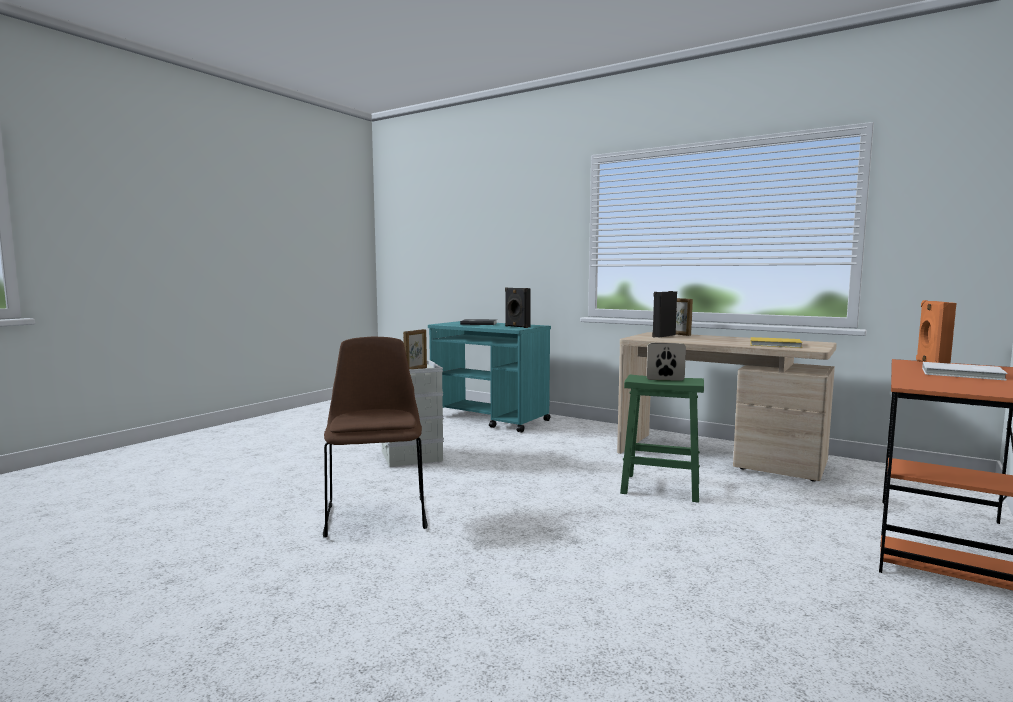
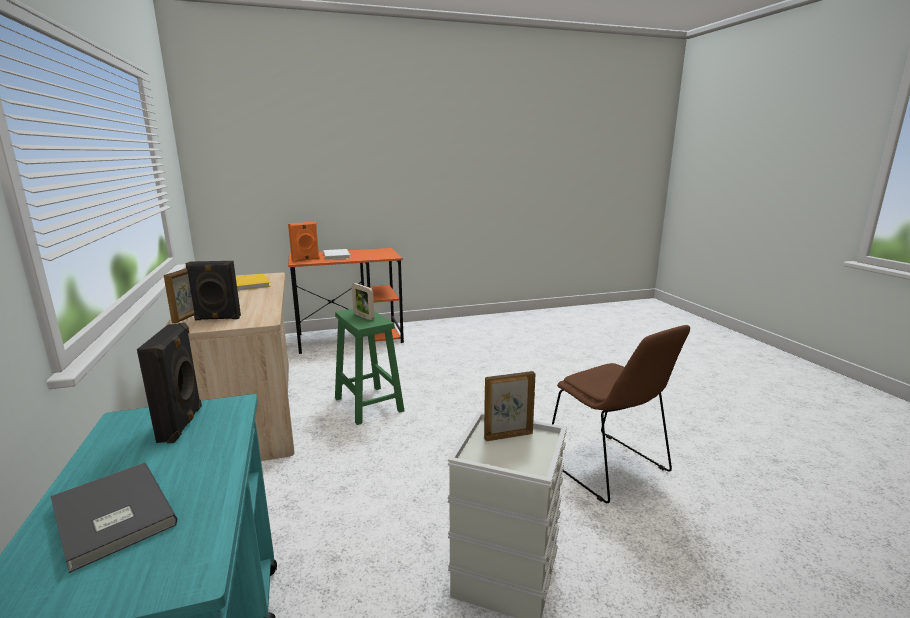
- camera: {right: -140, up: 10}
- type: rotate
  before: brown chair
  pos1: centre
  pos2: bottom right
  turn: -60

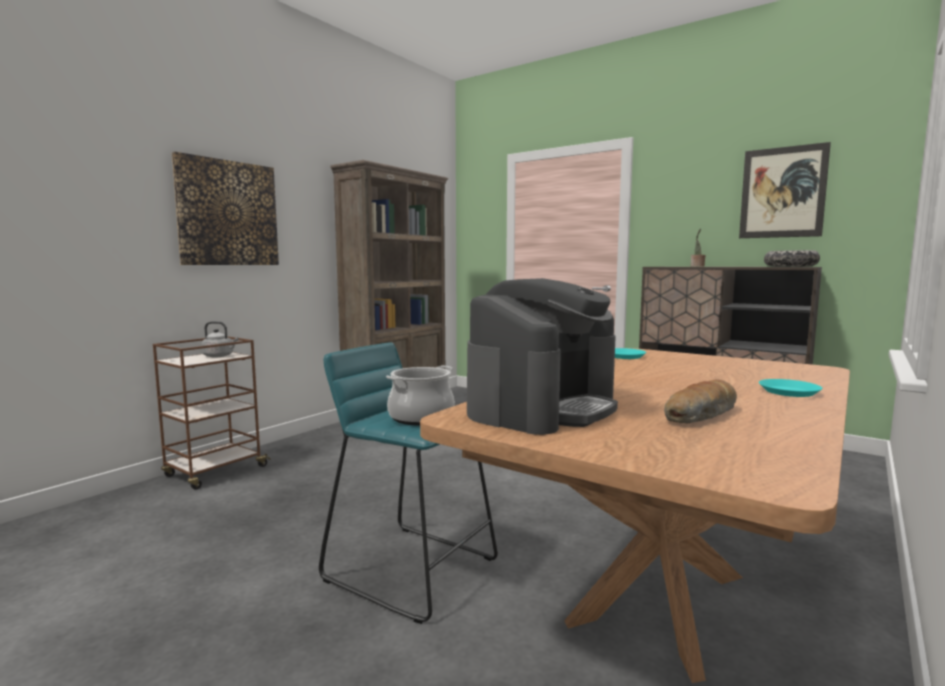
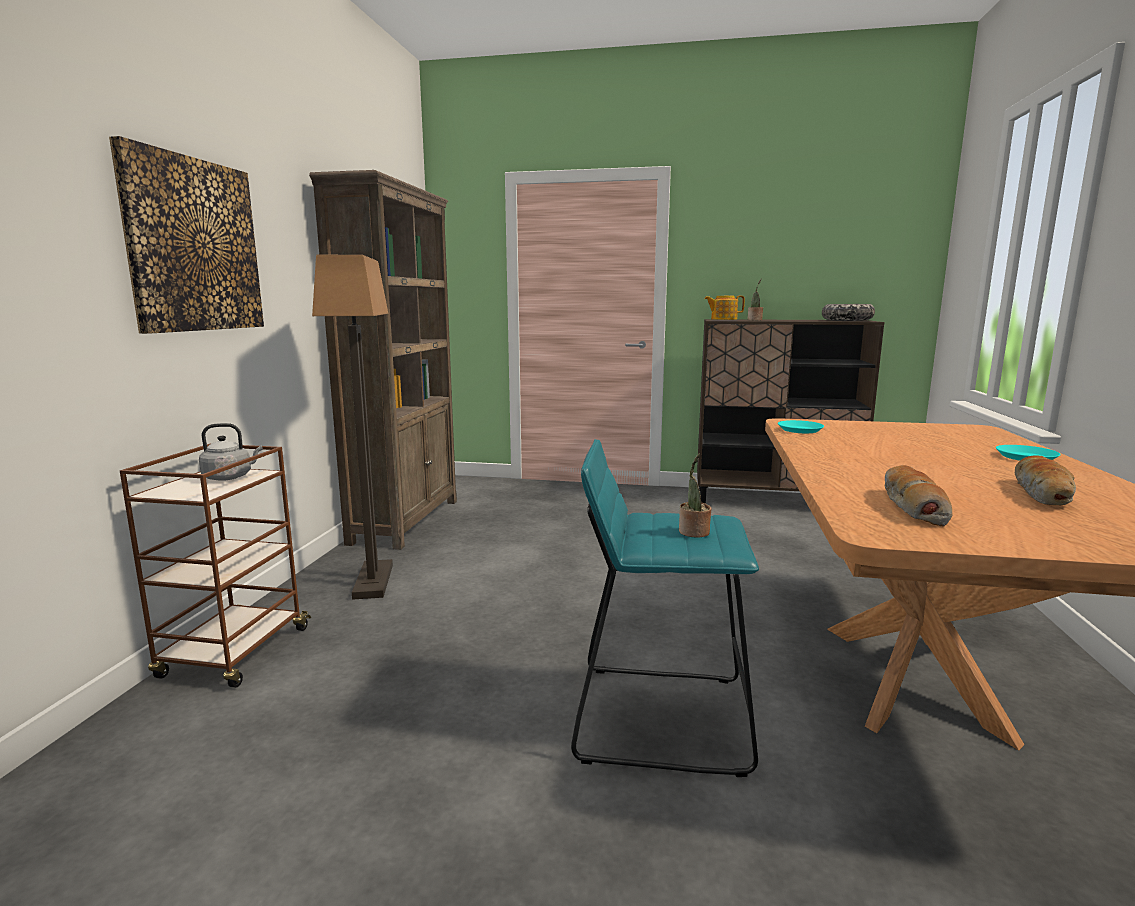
- camera: {right: -25, up: 5}
- type: insert
  after: floor lamp
  pos2: middle left
- type: replace
  before: cooking pot
  after: potted plant (1st from left)
  pos1: centre
  pos2: centre
- type: insert
  after: teapot
  pos2: centre
- type: replace
  before: coffee machine
  after: bread (1st from left)
  pos1: centre
  pos2: middle right
- type: delete
  before: picture (2nd from left)
  pos1: top right

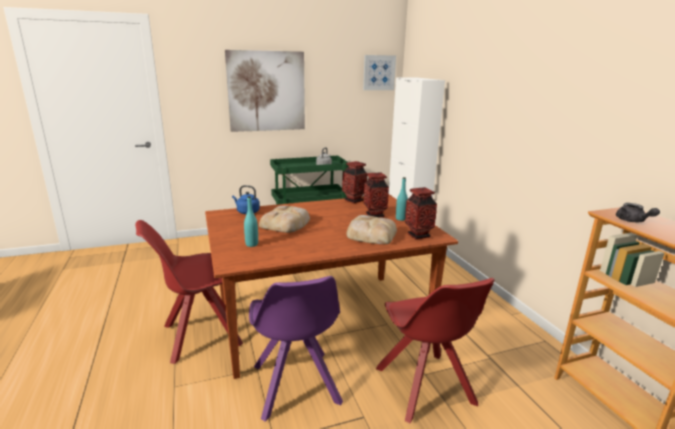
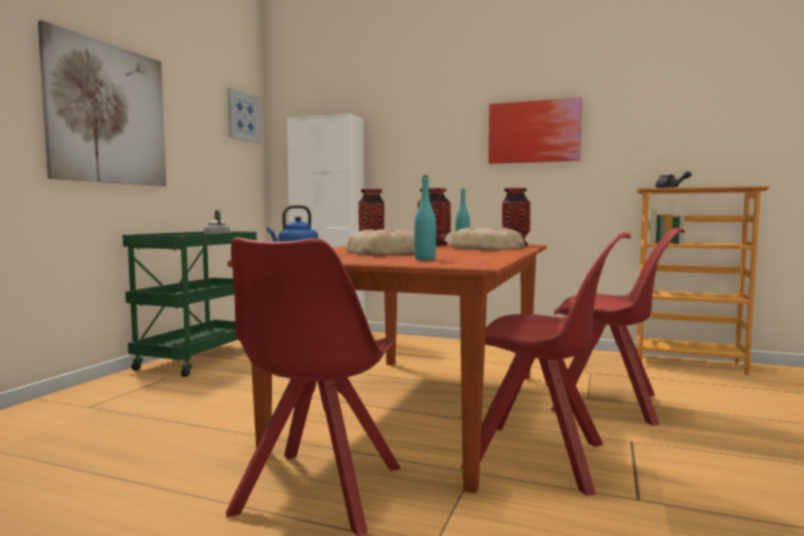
- camera: {right: -50, up: -15}
- type: recolor
  before: purple chair
  after: red chair (2nd from left)
  pos1: bottom centre
  pos2: bottom right
- type: insert
  after: picture (3rd from left)
  pos2: top centre

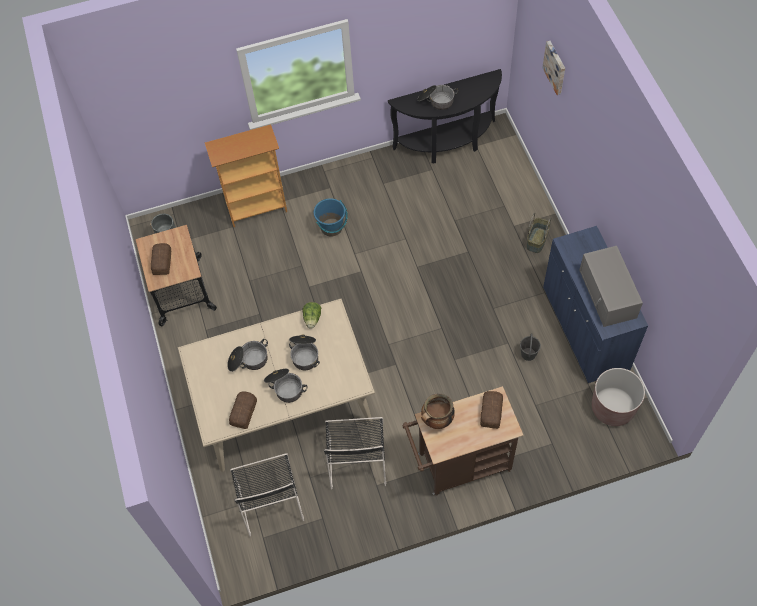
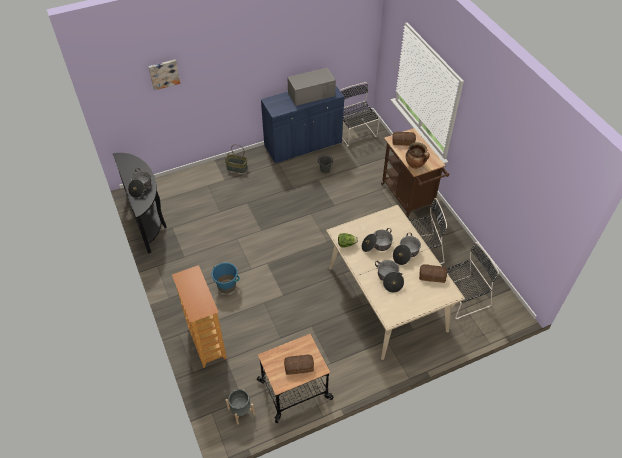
- camera: {right: -100, up: -10}
- type: replace
  before: brown planter
  after: black chair (1st from left)
  pos1: middle right
  pos2: top centre

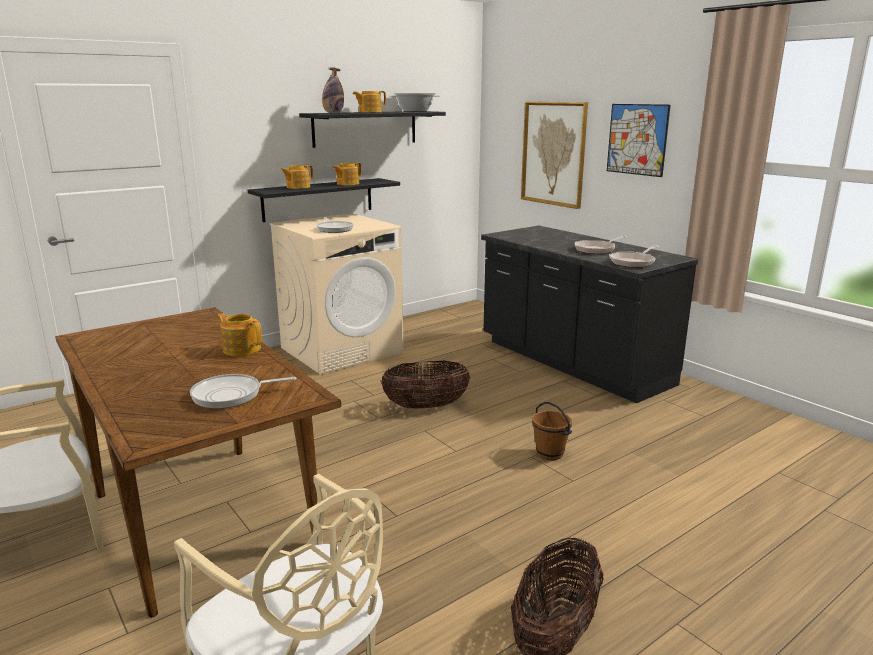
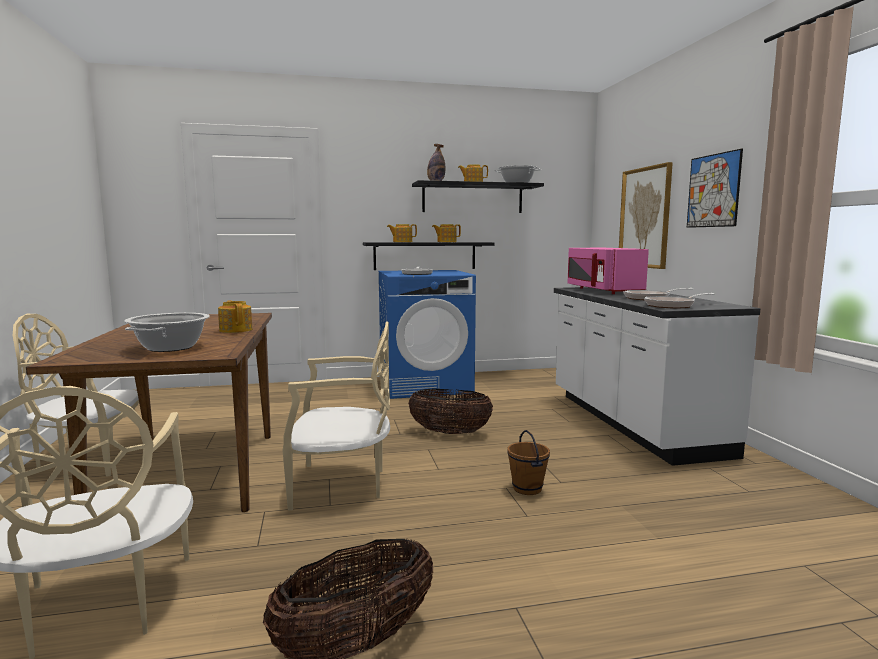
- camera: {right: 25, up: -10}
- type: replace
  before: frying pan (1st from left)
  after: cooking pot (1st from left)
  pos1: middle left
  pos2: middle left
- type: insert
  after: beige chair (3rd from left)
  pos2: centre
- type: recolor
  before: beige washing machine
  after: blue washing machine
  pos1: centre
  pos2: centre
- type: recolor
  before: black counter
  after: white counter
  pos1: middle right
  pos2: middle right
- type: insert
  after: pink microwave
  pos2: middle right

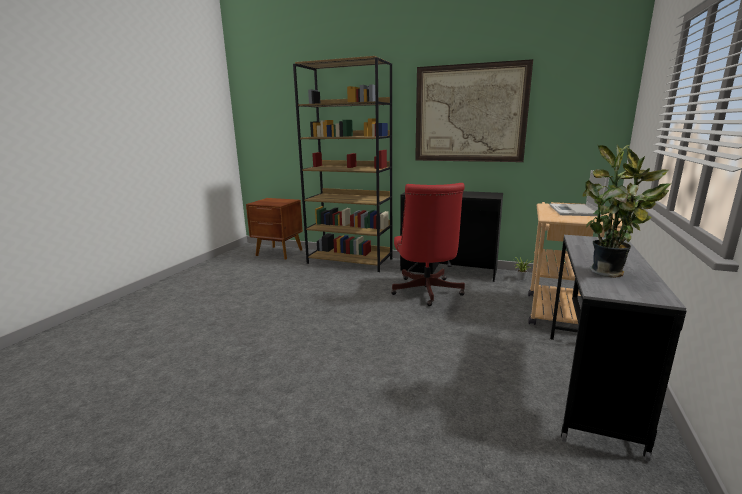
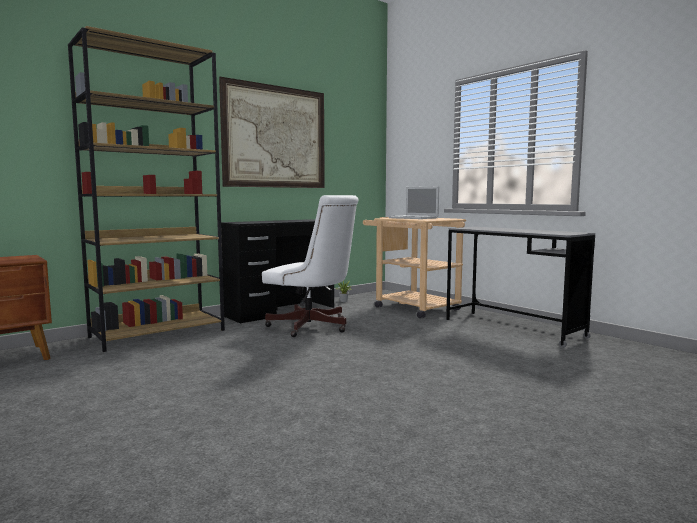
- camera: {right: -60, up: -10}
- type: recolor
  before: red office chair
  after: white office chair
  pos1: centre
  pos2: centre
- type: delete
  before: potted plant (2nd from left)
  pos1: middle right

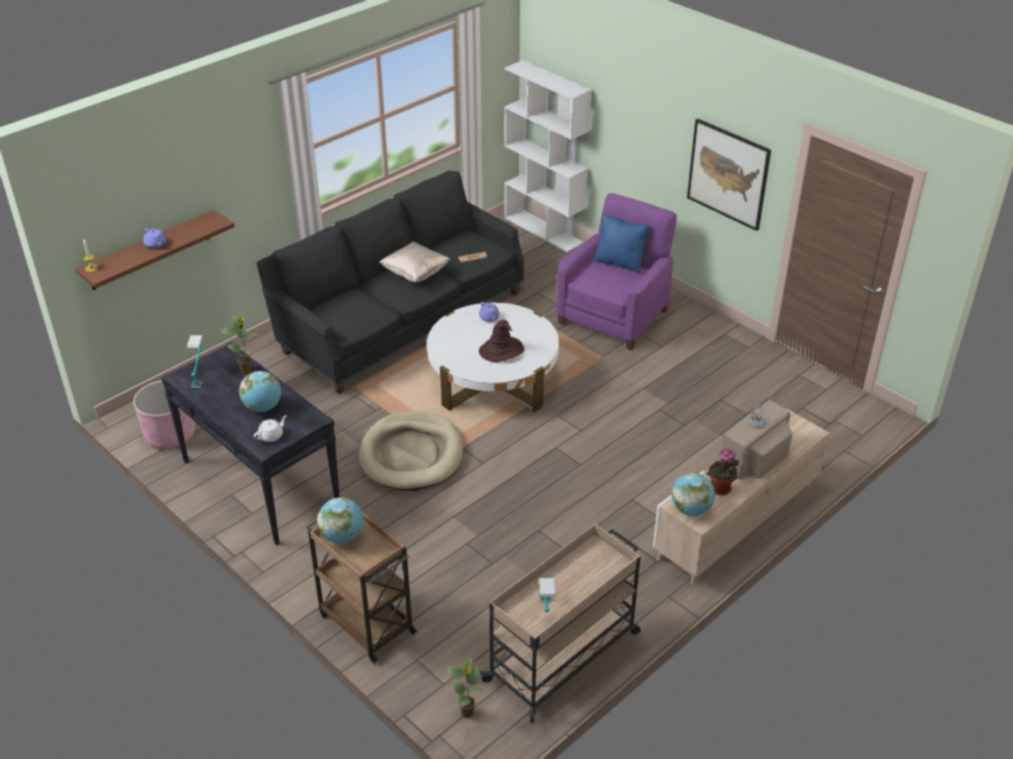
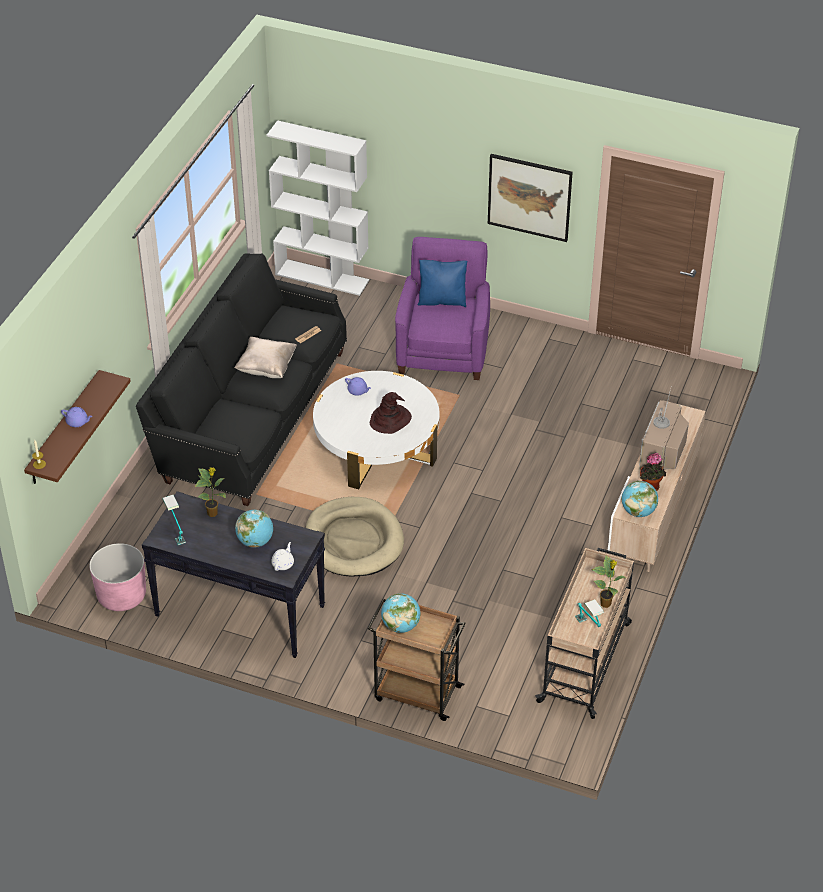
- camera: {right: -25, up: 5}
- type: move
  before: potted plant (2nd from left)
  pos1: bottom centre
  pos2: middle right

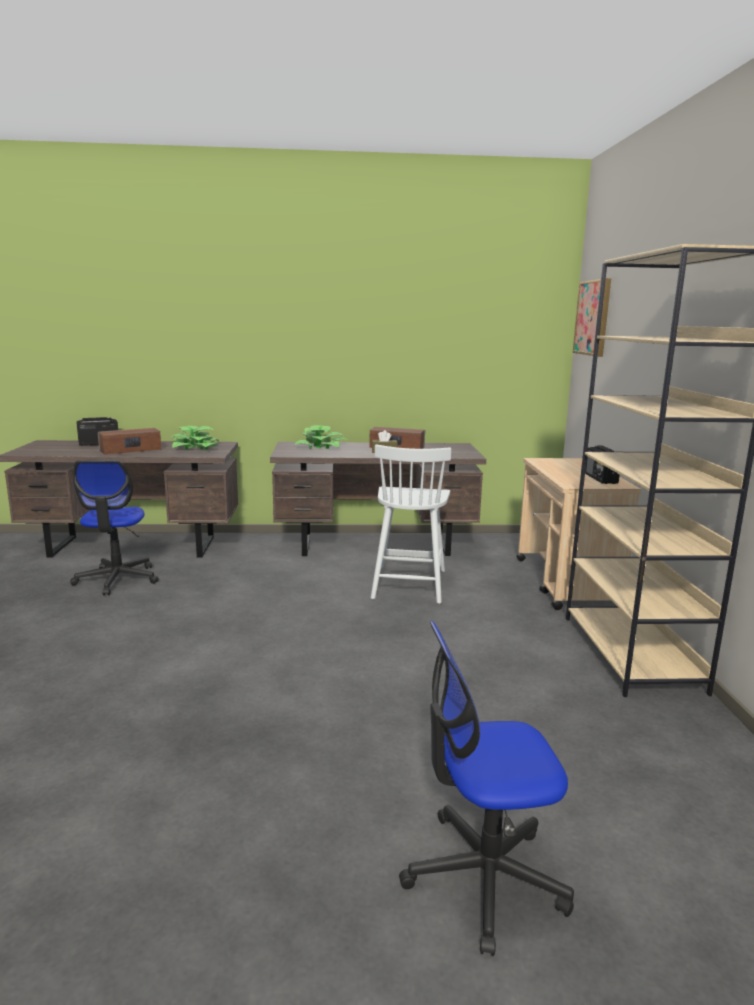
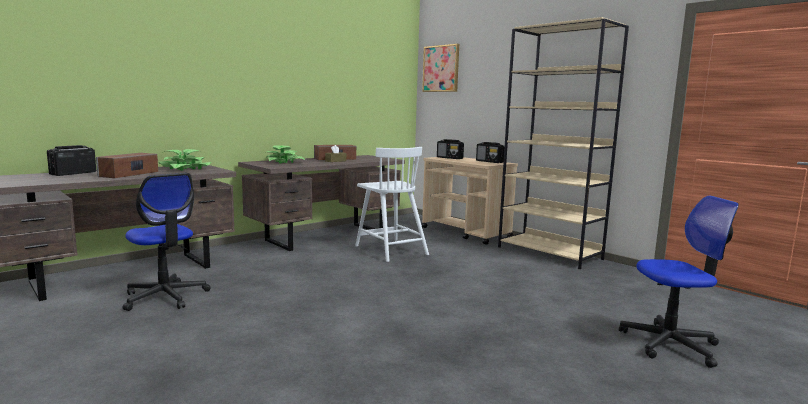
- camera: {right: -40, up: -5}
- type: insert
  after: radio (2nd from left)
  pos2: centre
- type: rotate
  before: office chair (2nd from left)
  pos1: bottom centre
  pos2: bottom right
  turn: -135

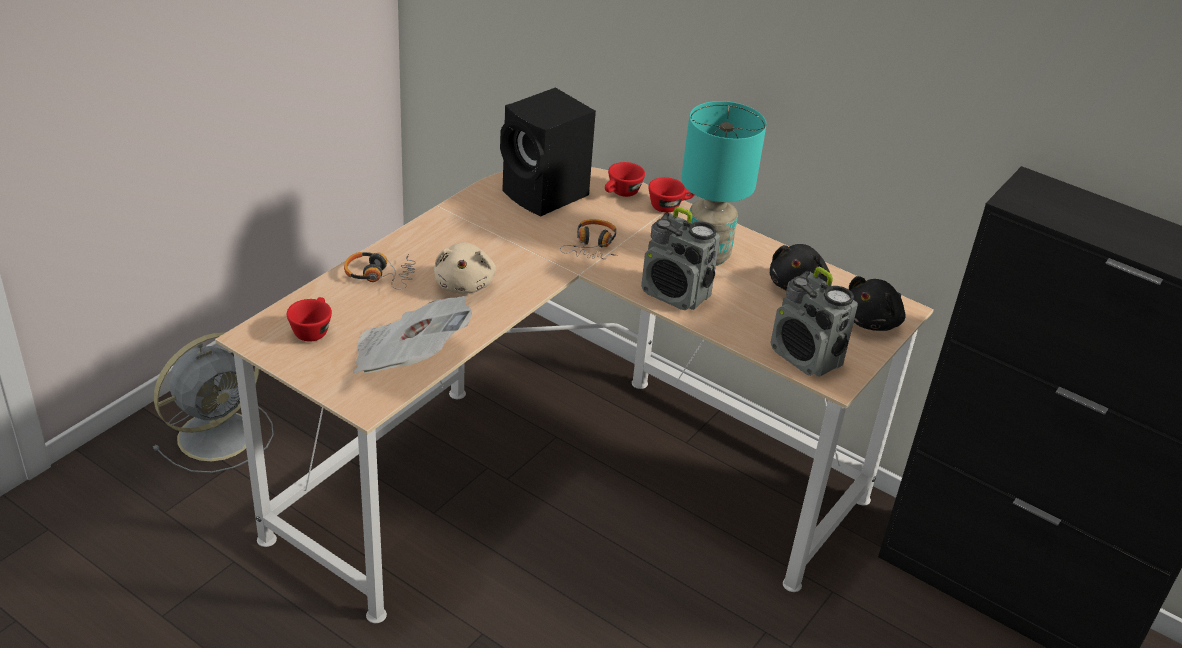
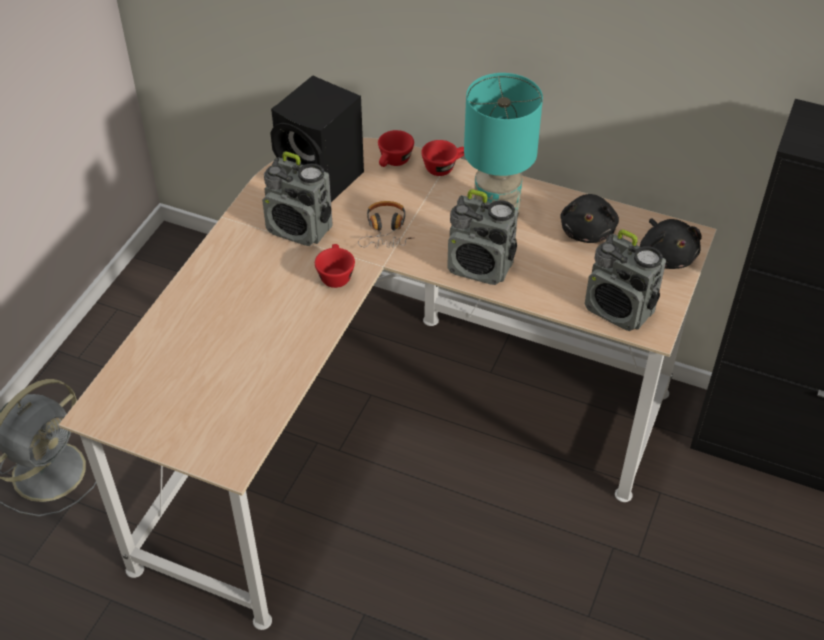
- camera: {right: -10, up: 10}
- type: insert
  after: radio (1st from left)
  pos2: top centre
- type: move
  before: red cup (1st from left)
  pos1: middle left
  pos2: centre
- type: rotate
  before: black plush toy (2nd from left)
  pos1: middle right
  pos2: middle right
  turn: -45
- type: delete
  before: headphones (1st from left)
  pos1: middle left
- type: delete
  before: newspaper
  pos1: centre
- type: delete
  before: beige plush toy
  pos1: centre

